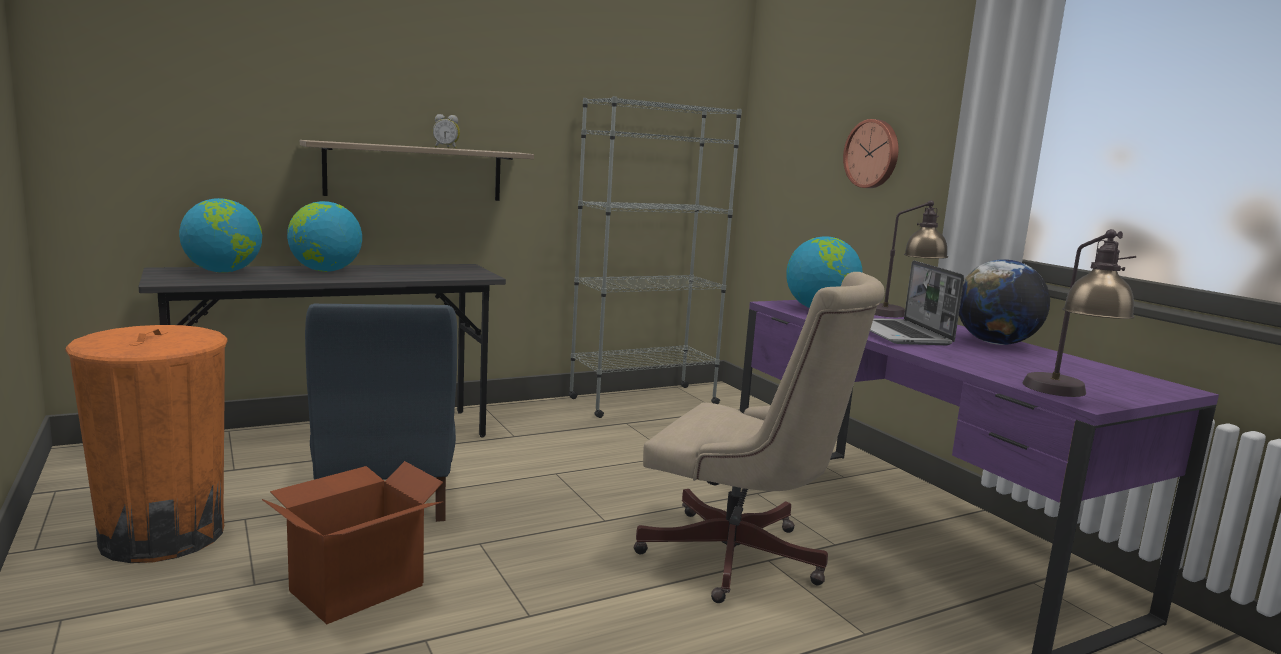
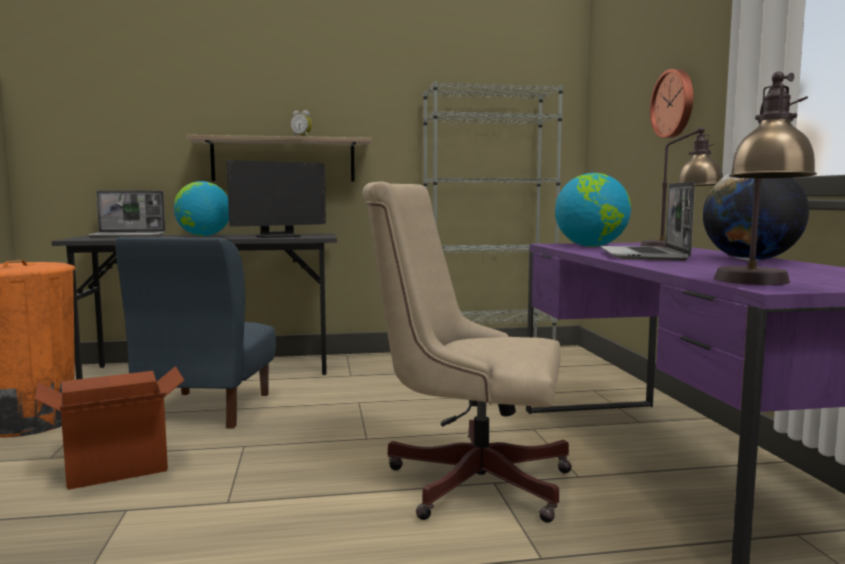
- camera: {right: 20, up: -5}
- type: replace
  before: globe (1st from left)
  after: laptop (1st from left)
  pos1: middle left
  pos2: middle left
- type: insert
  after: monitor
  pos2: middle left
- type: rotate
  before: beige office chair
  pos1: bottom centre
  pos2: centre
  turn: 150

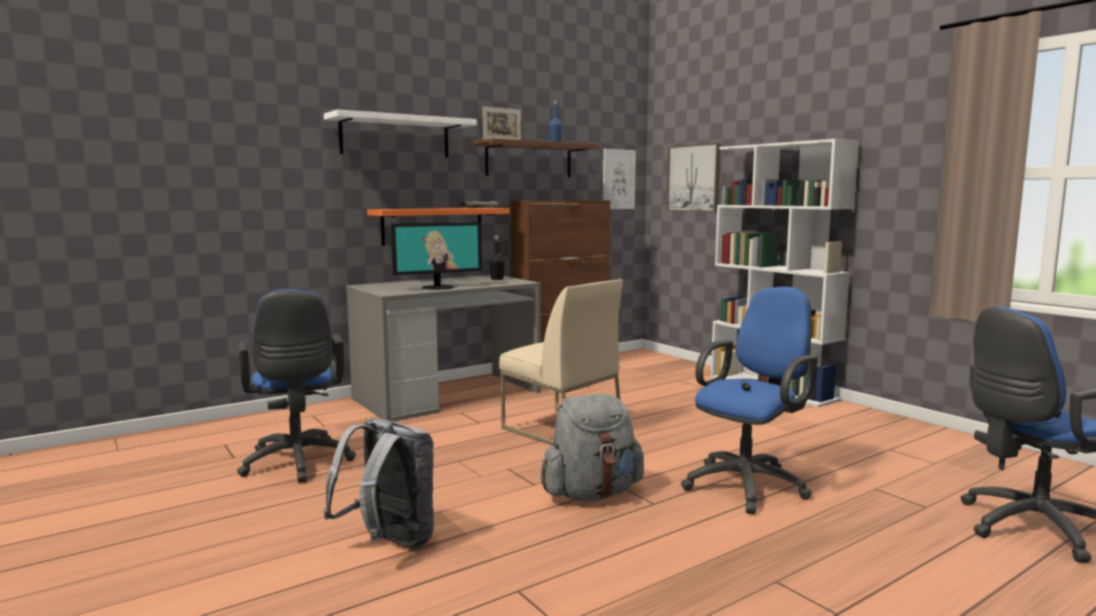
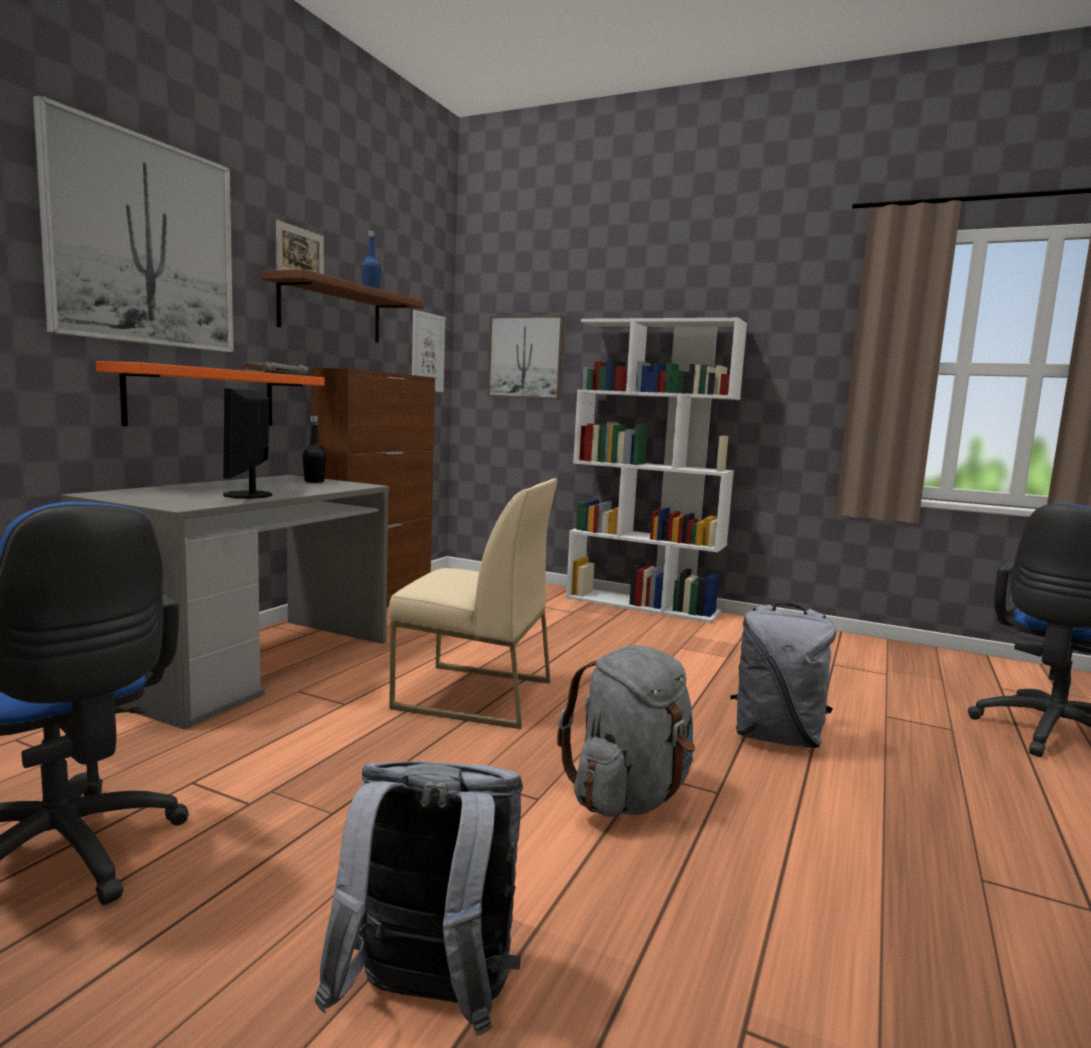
- camera: {right: -30, up: 0}
- type: replace
  before: white shelf
  after: picture (1st from left)
  pos1: top centre
  pos2: top left
- type: rotate
  before: monitor
  pos1: centre
  pos2: middle left
  turn: 135
- type: replace
  before: blue office chair (2nd from left)
  after: grey backpack (3rd from left)
  pos1: middle right
  pos2: middle right

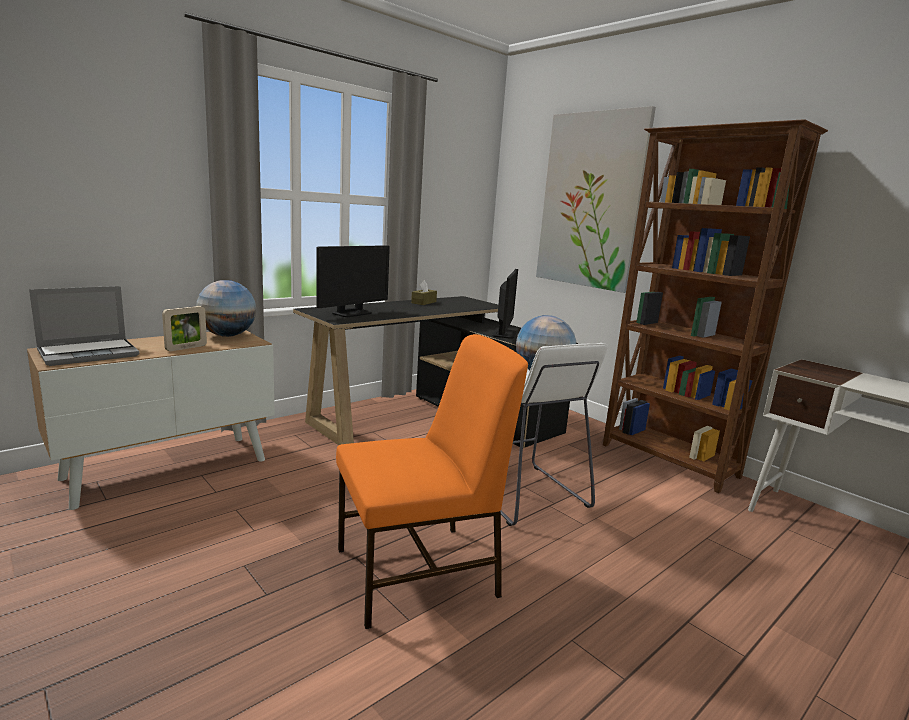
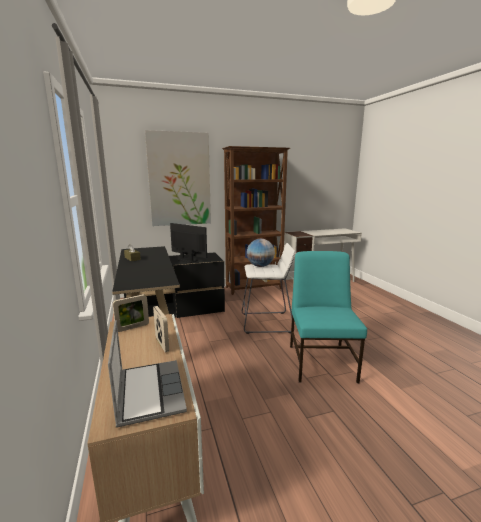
- camera: {right: -65, up: 0}
- type: replace
  before: globe (1st from left)
  after: picture frame (1st from left)
  pos1: middle left
  pos2: middle left
- type: recolor
  before: orange chair
  after: turquoise chair
  pos1: bottom centre
  pos2: middle right
- type: delete
  before: monitor (1st from left)
  pos1: centre

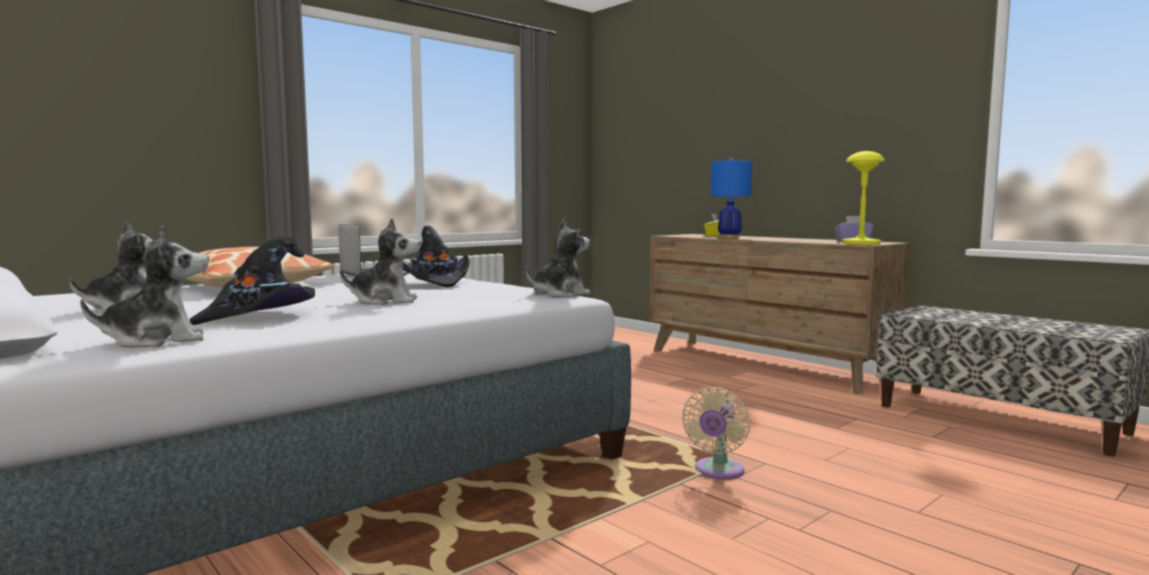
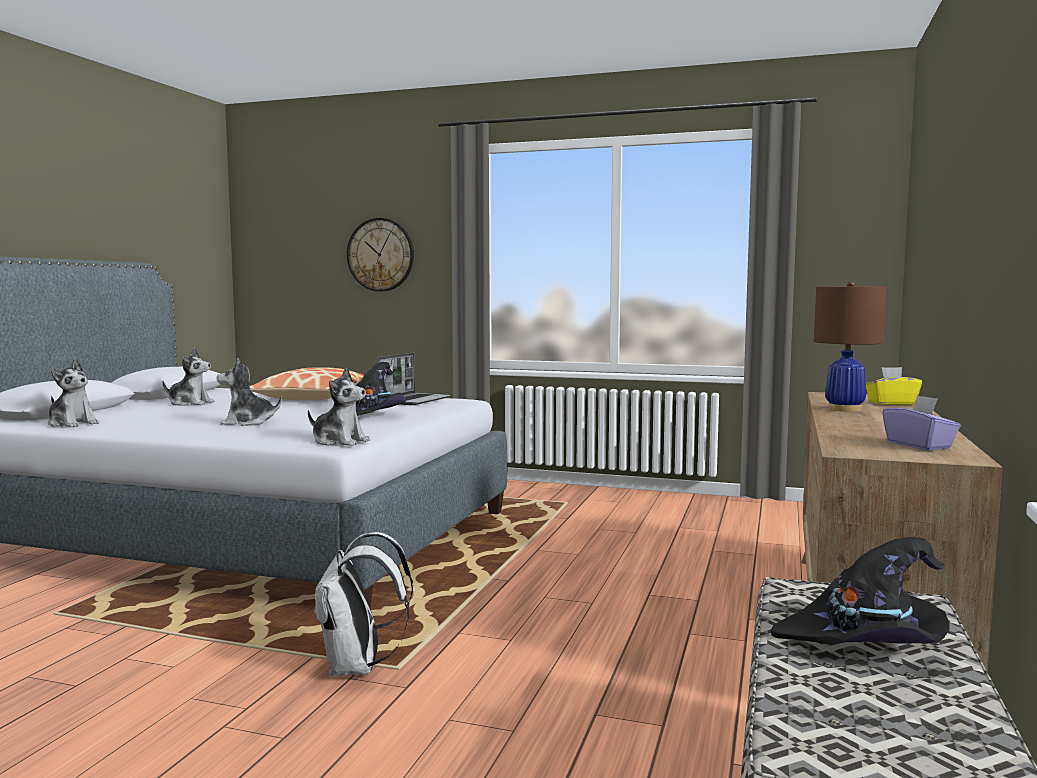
- camera: {right: 60, up: 0}
- type: rotate
  before: plush toy (3rd from left)
  pos1: middle left
  pos2: middle left
  turn: 120
- type: replace
  before: beige fan
  after: white backpack
  pos1: bottom centre
  pos2: bottom centre
- type: insert
  after: wall clock
  pos2: top centre
- type: move
  before: black hat (1st from left in the first image)
  after: black hat (2nd from left)
  pos1: middle left
  pos2: bottom right
- type: recolor
  before: blue table lamp
  after: brown table lamp
  pos1: centre
  pos2: middle right
- type: delete
  before: yellow table lamp
  pos1: middle right

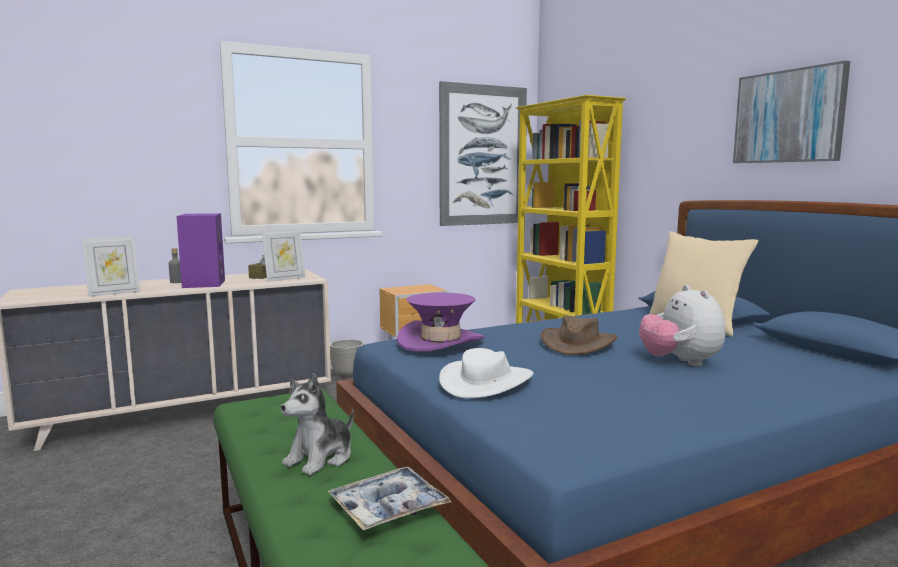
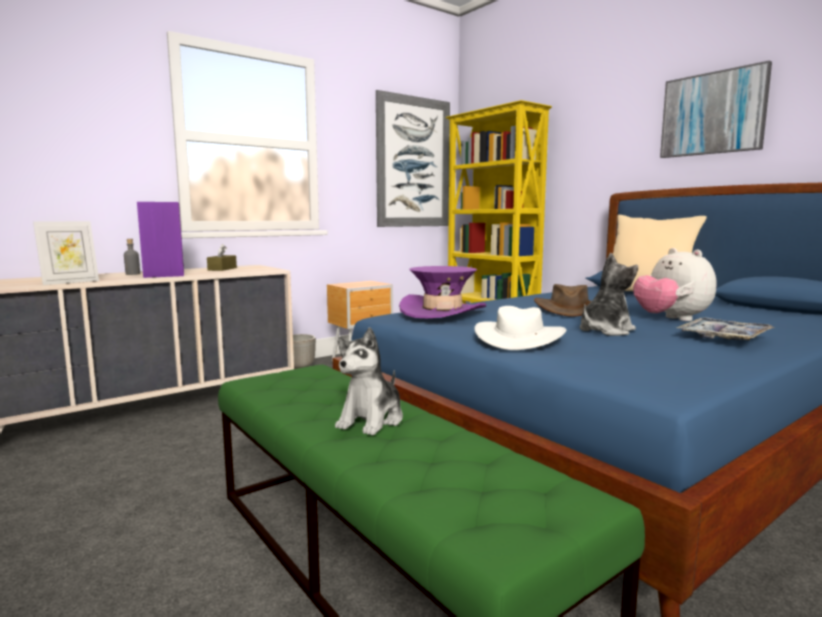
- camera: {right: -10, up: 0}
- type: insert
  after: plush toy (2nd from left)
  pos2: middle right
- type: move
  before: tray
  pos1: bottom centre
  pos2: middle right
- type: delete
  before: picture frame (2nd from left)
  pos1: middle left

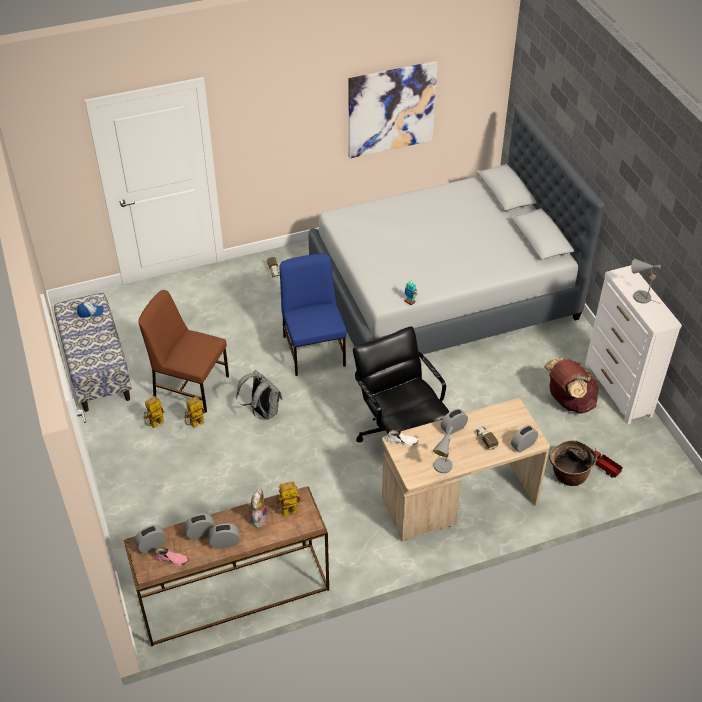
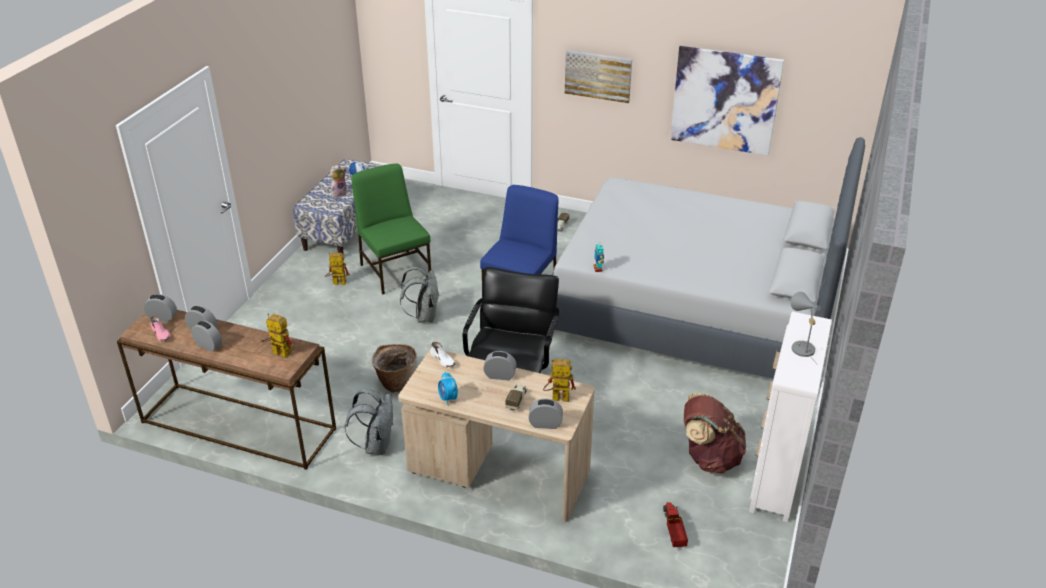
- camera: {right: 40, up: -10}
- type: move
  before: plush toy
  pos1: bottom centre
  pos2: top left
- type: insert
  after: grey backpack (1st from left)
  pos2: bottom centre
- type: recolor
  before: brown chair
  after: green chair
  pos1: middle left
  pos2: centre
- type: move
  before: basket
  pos1: middle right
  pos2: centre
- type: replace
  before: grey table lamp (1st from left)
  after: alarm clock (4th from left)
  pos1: centre
  pos2: centre
- type: move
  before: toy robot (2nd from left in the first image)
  after: toy robot (3rd from left)
  pos1: middle left
  pos2: centre
- type: insert
  after: picture (1st from left)
  pos2: top centre

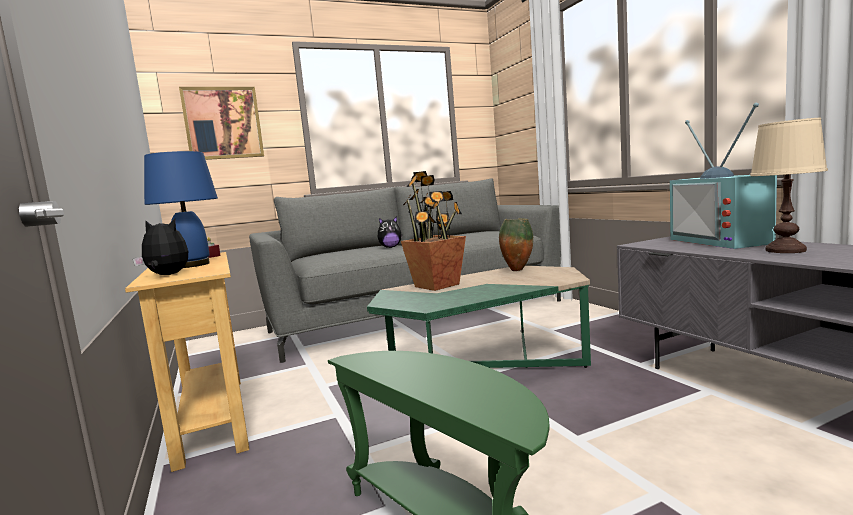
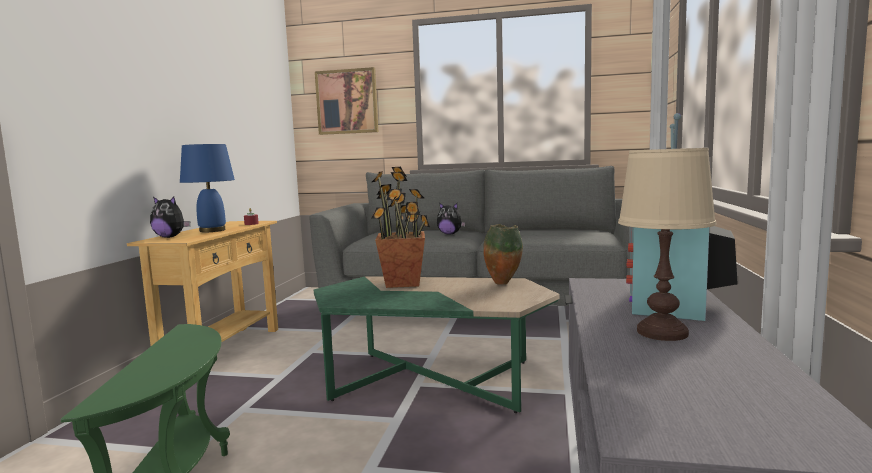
- camera: {right: 35, up: 0}
- type: rotate
  before: plush toy (1st from left)
  pos1: middle left
  pos2: middle left
  turn: 150

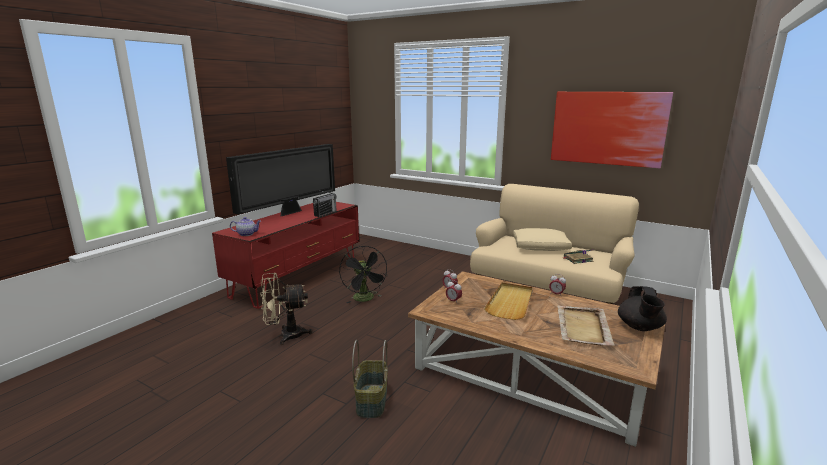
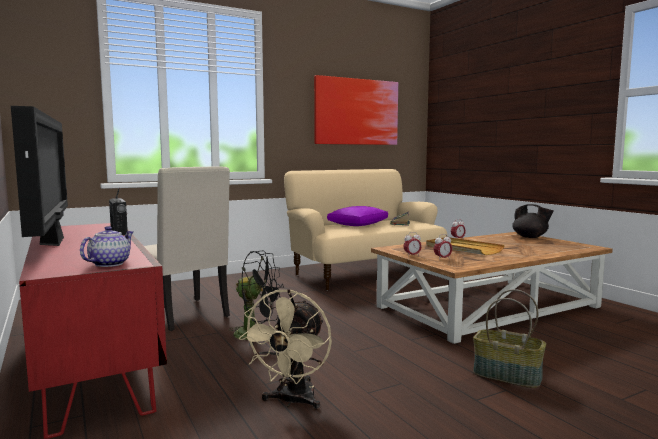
- camera: {right: -60, up: -10}
- type: insert
  after: beige chair
  pos2: middle left
- type: recolor
  before: beige pillow
  after: purple pillow
  pos1: centre
  pos2: centre
- type: delete
  before: beige tray (2nd from left)
  pos1: bottom right

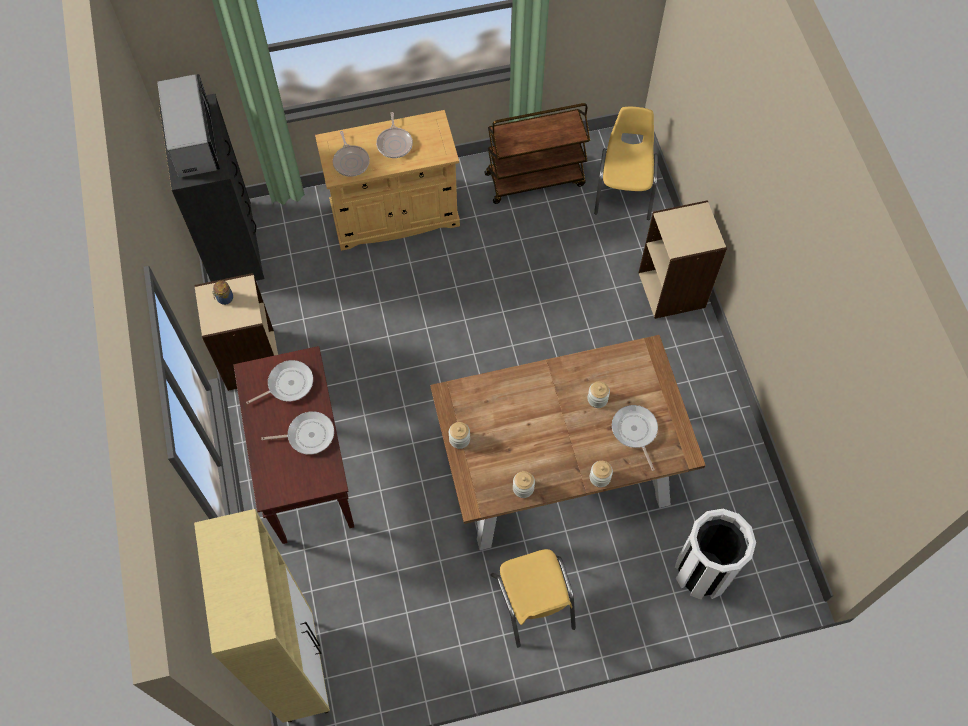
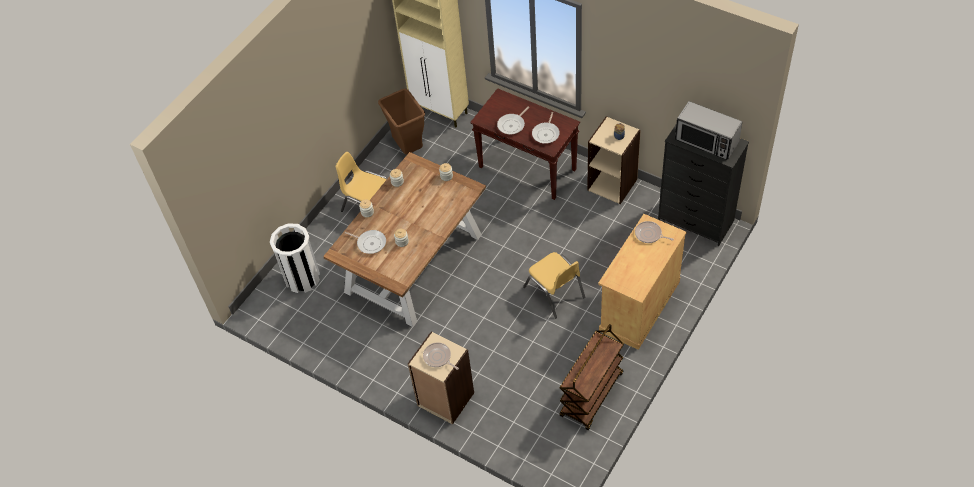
- camera: {right: 140, up: -10}
- type: insert
  after: brown trash can
  pos2: top centre
- type: move
  before: frying pan (4th from left in the first image)
  after: frying pan (2nd from left)
  pos1: top centre
  pos2: bottom centre
- type: move
  before: yellow chair (2nd from left)
  pos1: top centre
  pos2: centre

